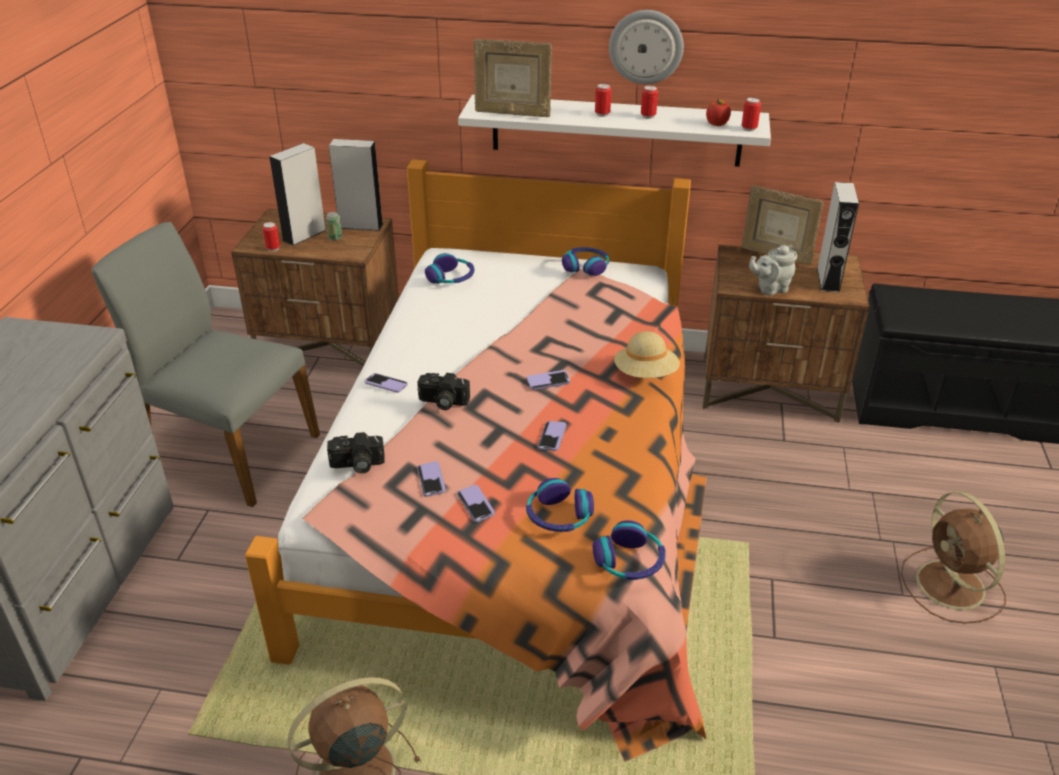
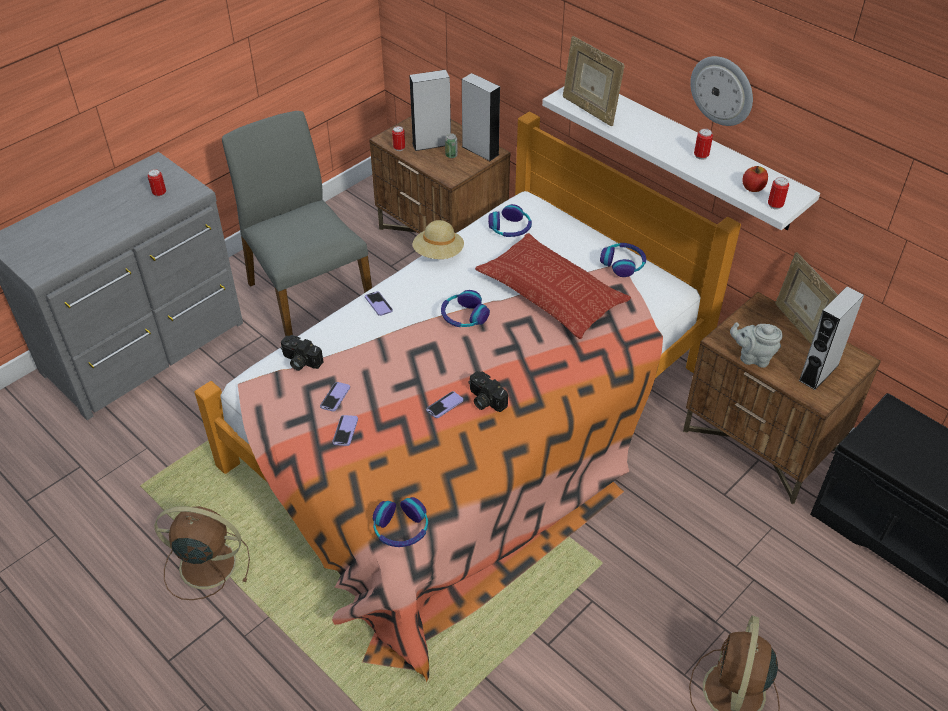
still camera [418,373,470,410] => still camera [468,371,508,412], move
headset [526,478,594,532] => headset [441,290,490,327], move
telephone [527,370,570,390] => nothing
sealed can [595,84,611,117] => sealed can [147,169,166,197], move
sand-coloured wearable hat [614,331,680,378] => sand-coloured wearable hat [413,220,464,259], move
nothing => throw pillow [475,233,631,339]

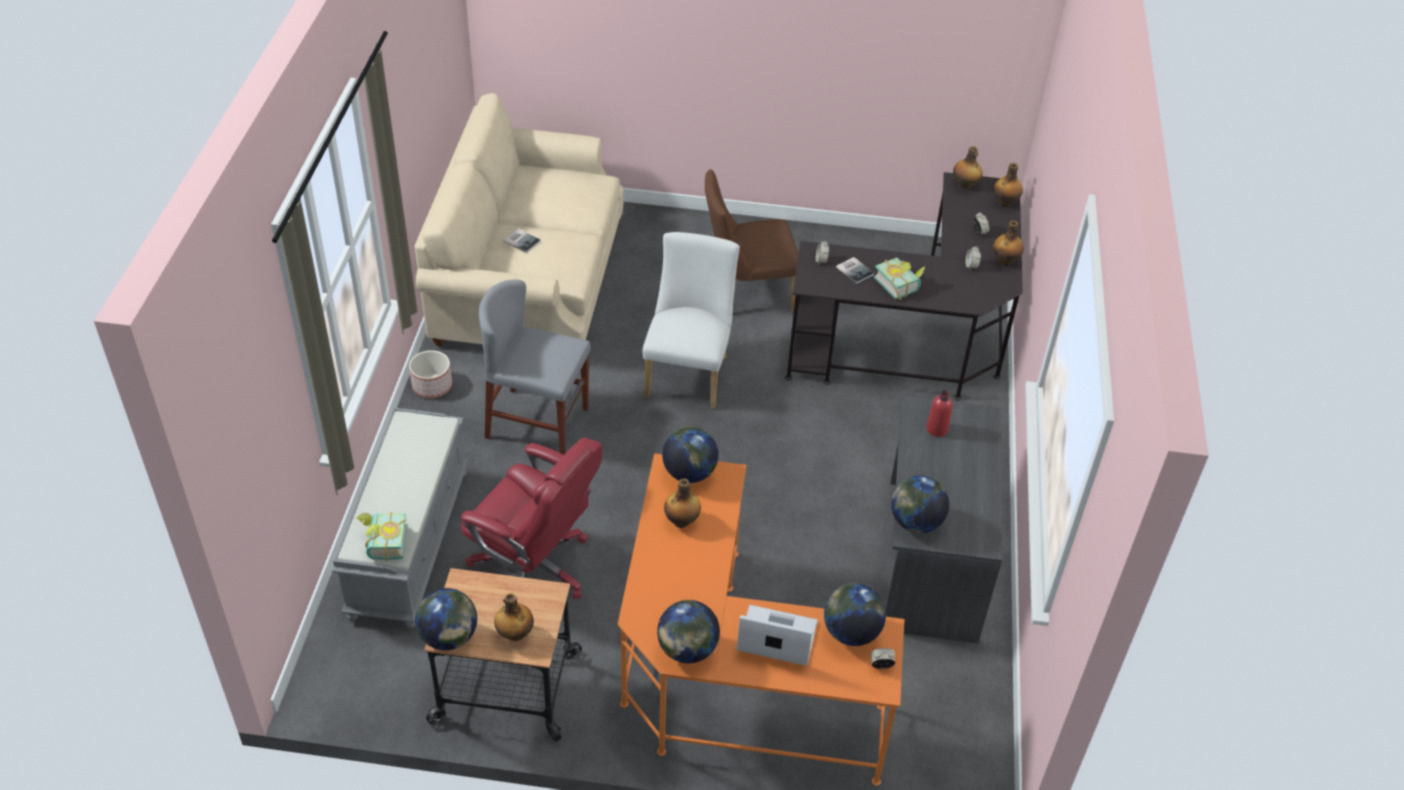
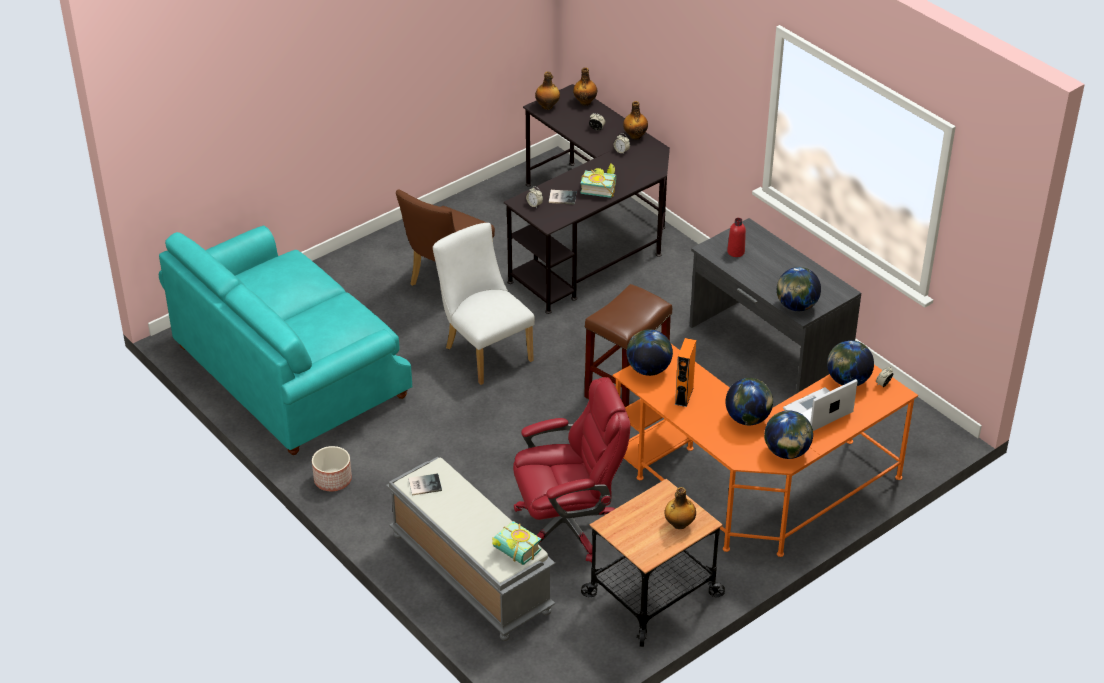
sand-coloured sofa [415,93,623,346] => blue-green sofa [159,226,412,455]
world globe [415,588,477,650] => world globe [725,378,773,425], move
gray chair [479,280,591,455] => nothing
volume [503,229,541,253] => volume [408,473,442,495], move
drink bottle [664,479,701,528] => orange loudspeaker [675,338,696,407]
nothing => brownish stool [584,284,672,407]

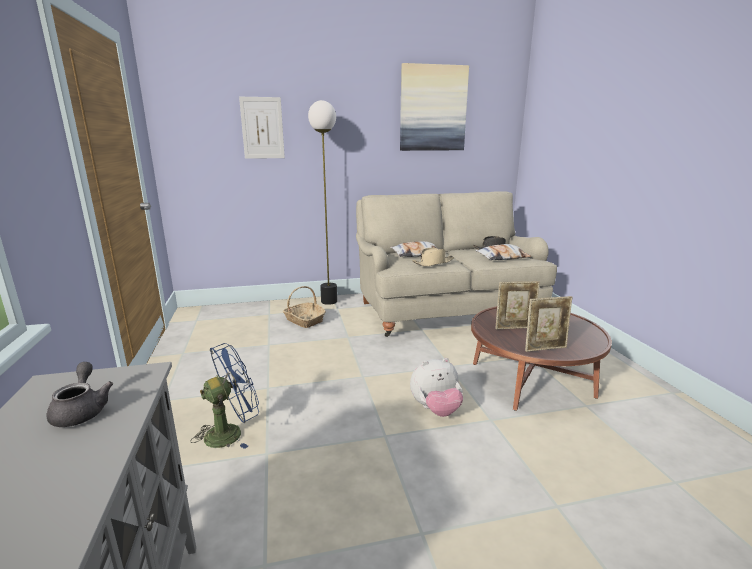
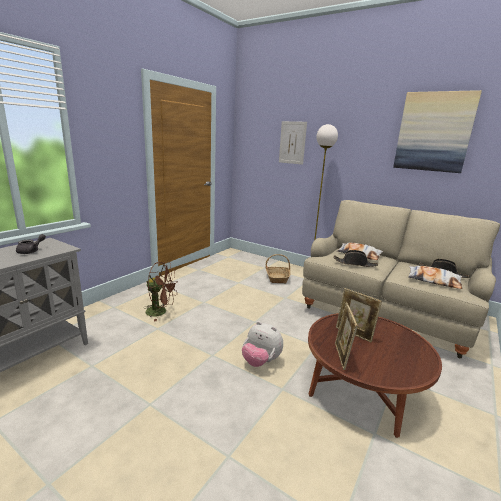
blue fan [191,343,259,449] => brownish fan [143,262,178,321]
sand-coloured wearable hat [412,248,454,266] => blackish wearable hat [333,250,378,267]
picture frame [525,296,572,352] => picture frame [335,303,358,370], 60 degrees clockwise

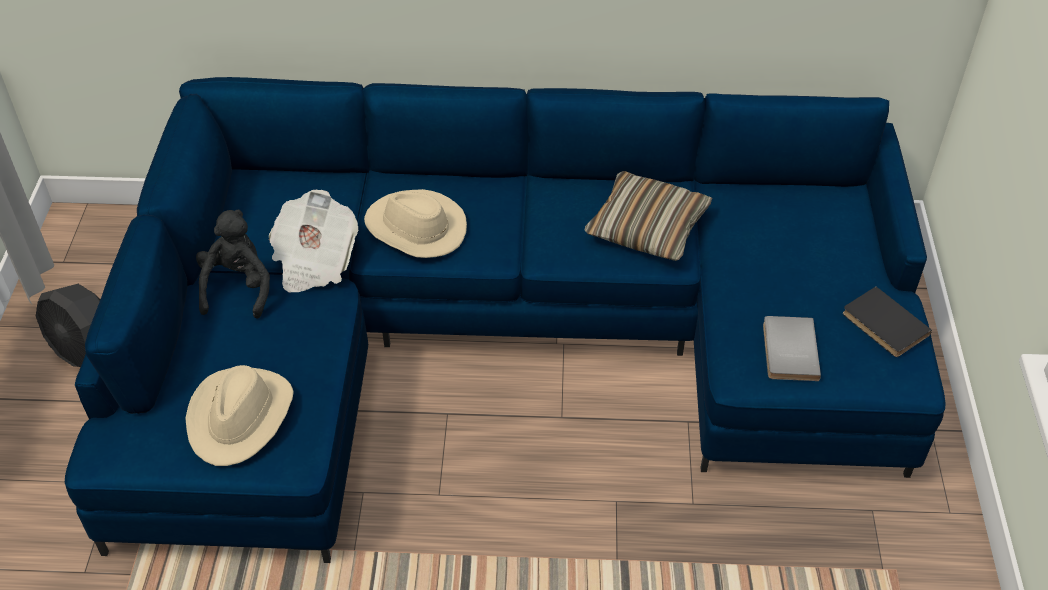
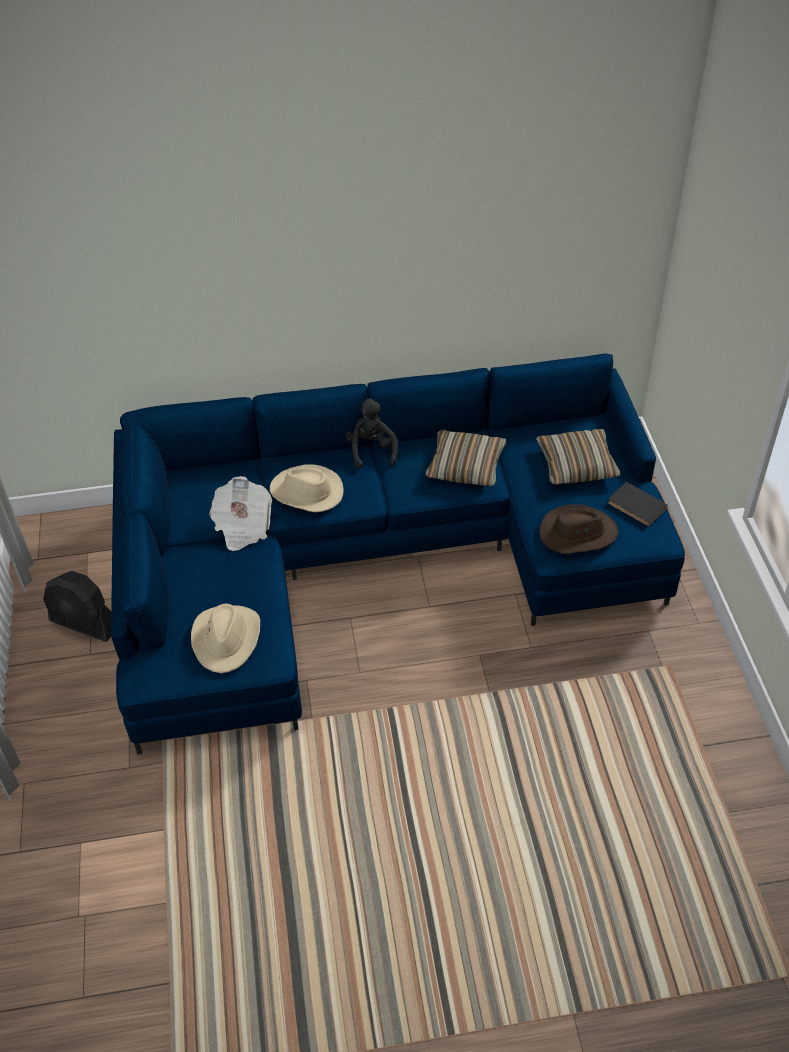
blackish plush toy [196,209,270,319] => blackish plush toy [346,398,398,469], move
gray volume [763,316,821,381] => brownish wearable hat [540,504,618,554]
nothing => throw pillow [536,429,620,485]

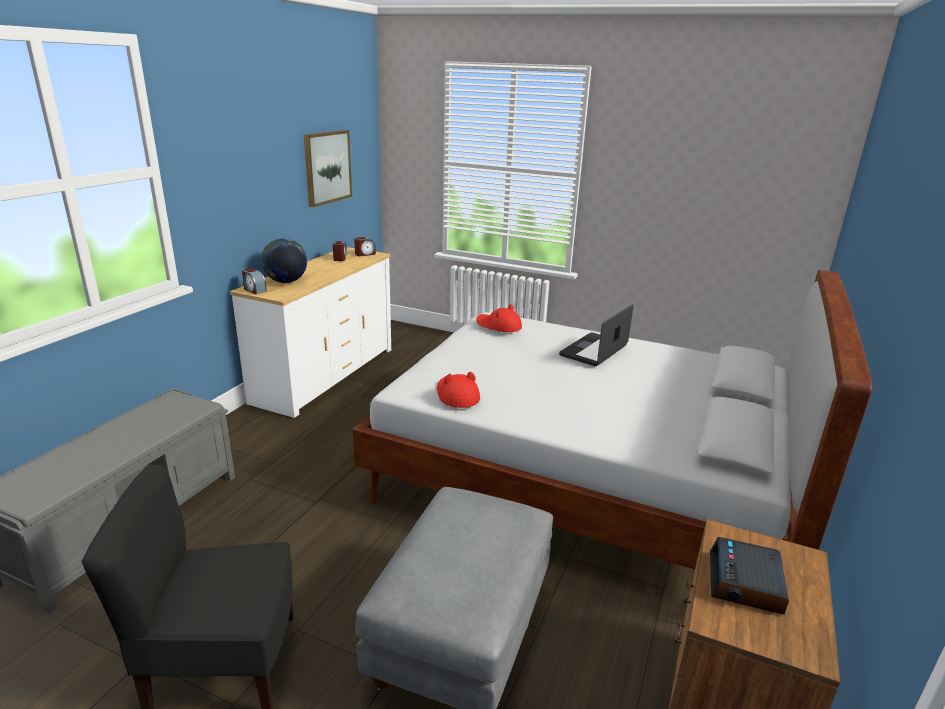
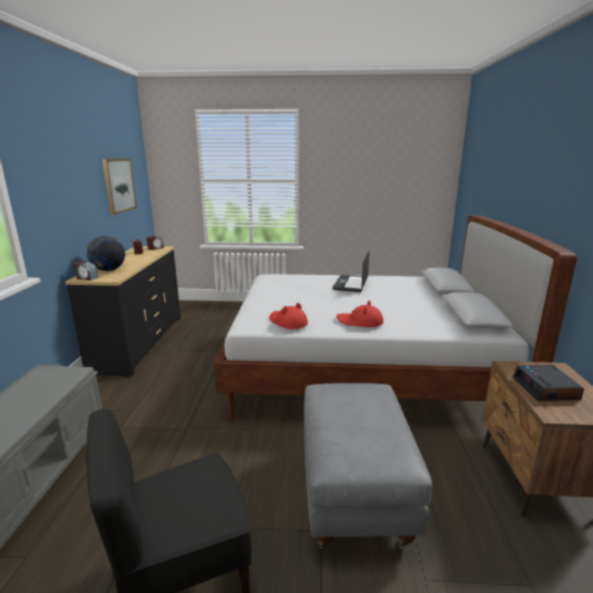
white chest of drawers [230,247,391,418] => blackish chest of drawers [65,246,181,377]
reddish wearable hat [476,304,522,332] => reddish wearable hat [336,301,383,327], move

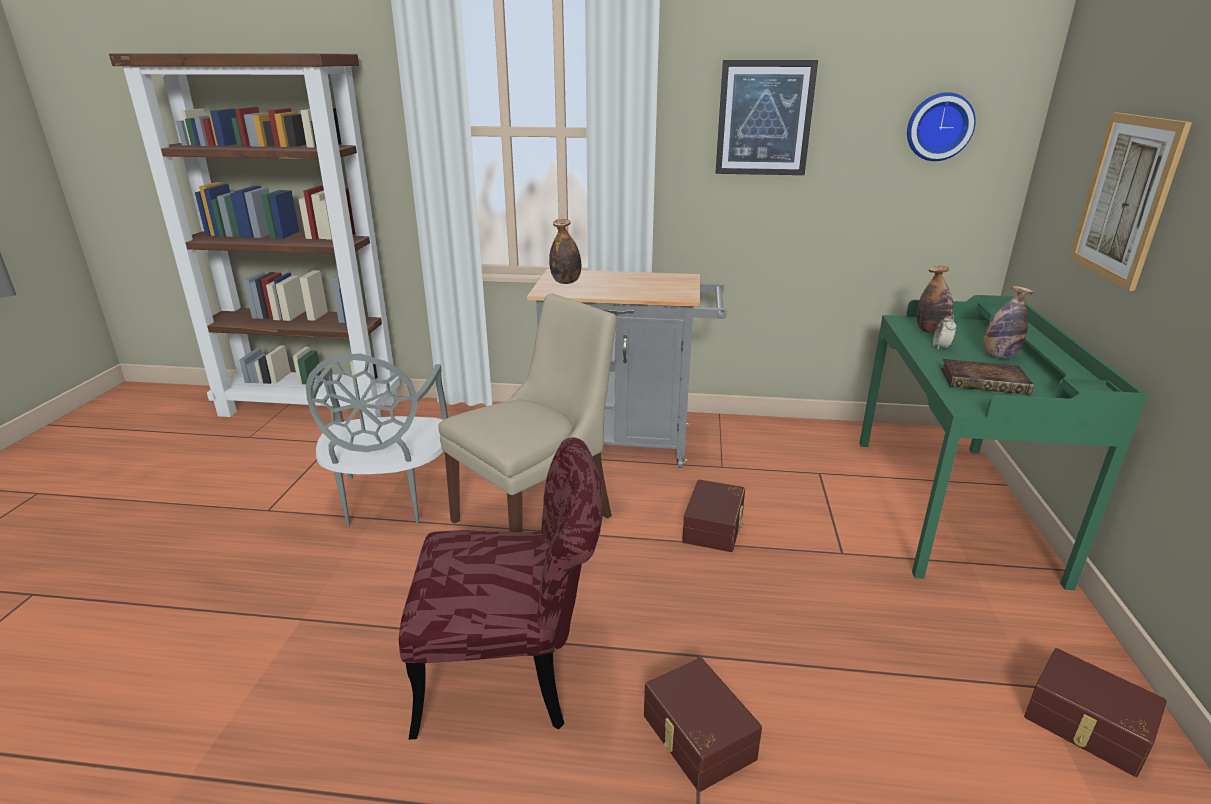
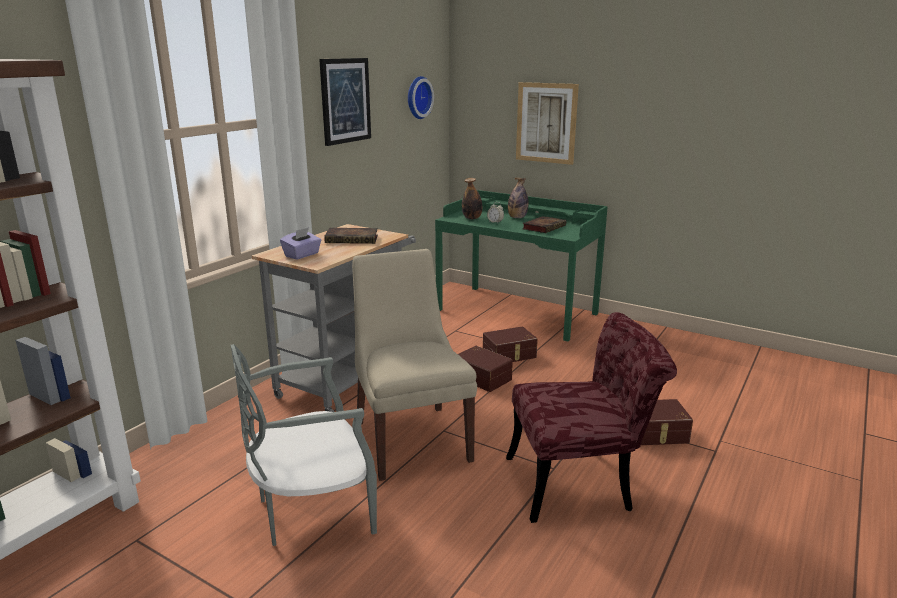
gray chair [306,353,448,527] => gray chair [231,344,377,546], 135 degrees clockwise
reddish chair [399,437,603,740] => reddish chair [506,312,677,523], 60 degrees clockwise
drink bottle [549,219,581,284] => purple tissue box [280,227,321,260]
brownish storage box [1024,648,1167,777] => brownish storage box [483,326,538,362], move
nothing => volume [324,228,378,244]

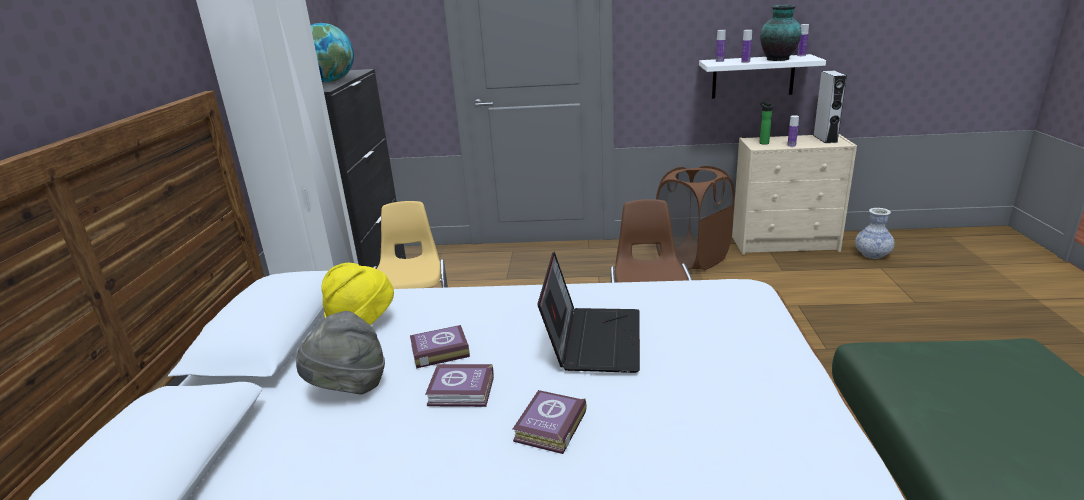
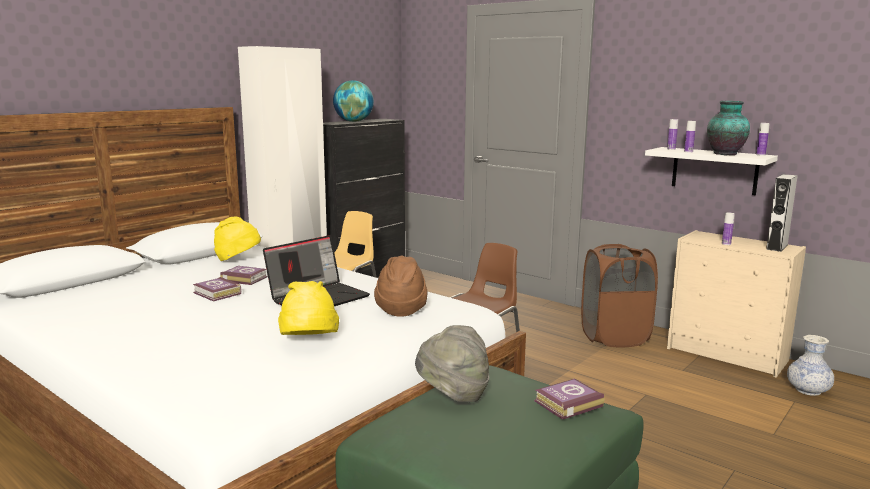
gray wearable hat [296,311,385,394] => gray wearable hat [415,325,489,402], move
volume [513,390,587,454] => volume [534,379,604,420], move
drink bottle [759,102,773,145] => nothing
nothing => yellow-coloured wearable hat [278,281,339,335]
nothing => brownish wearable hat [374,256,427,316]

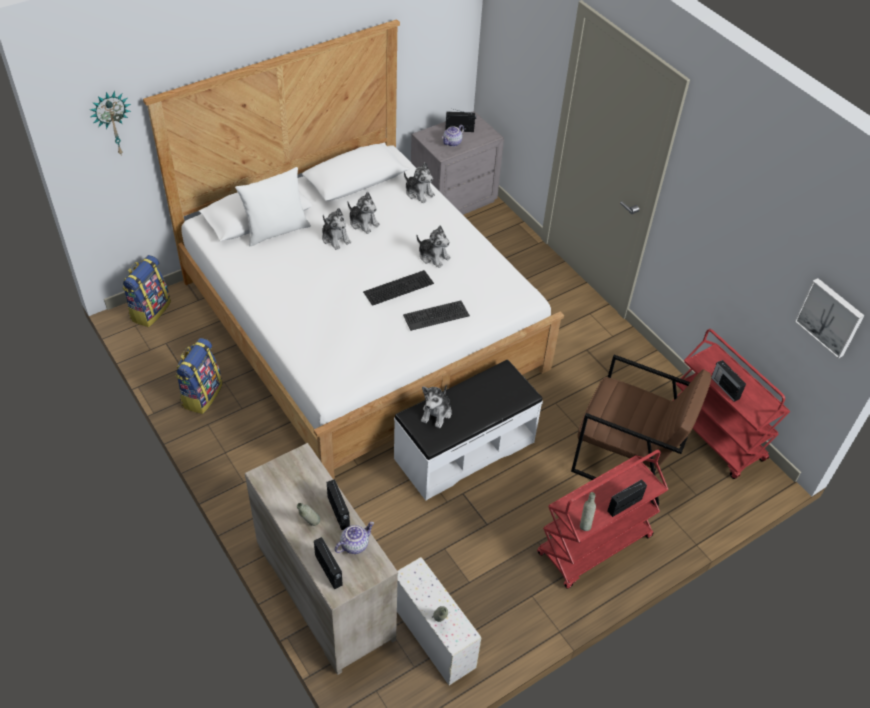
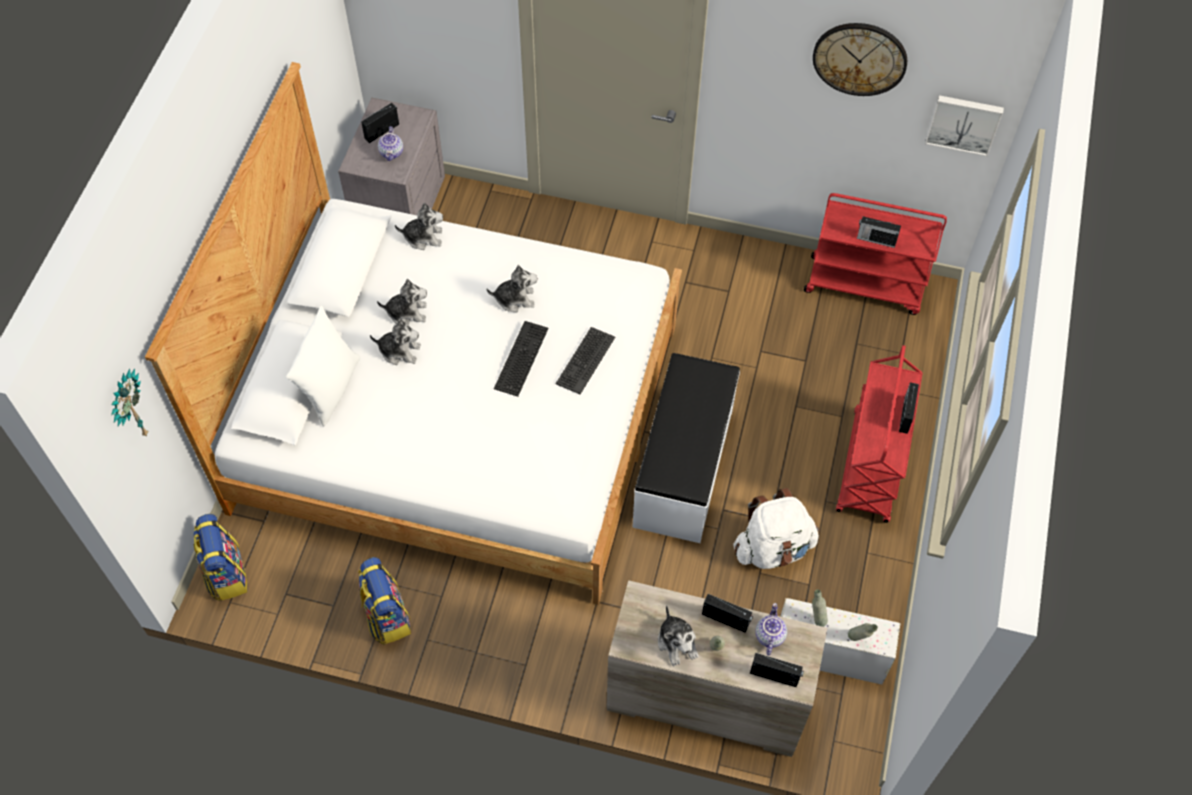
plush toy [421,386,452,428] => plush toy [658,605,699,666], move
brownish lounge chair [571,355,711,506] => nothing
gray drink bottle [580,492,596,531] => gray drink bottle [812,589,828,627], move
nothing => white knapsack [733,488,820,569]
nothing => clock on the wall [813,23,907,96]

